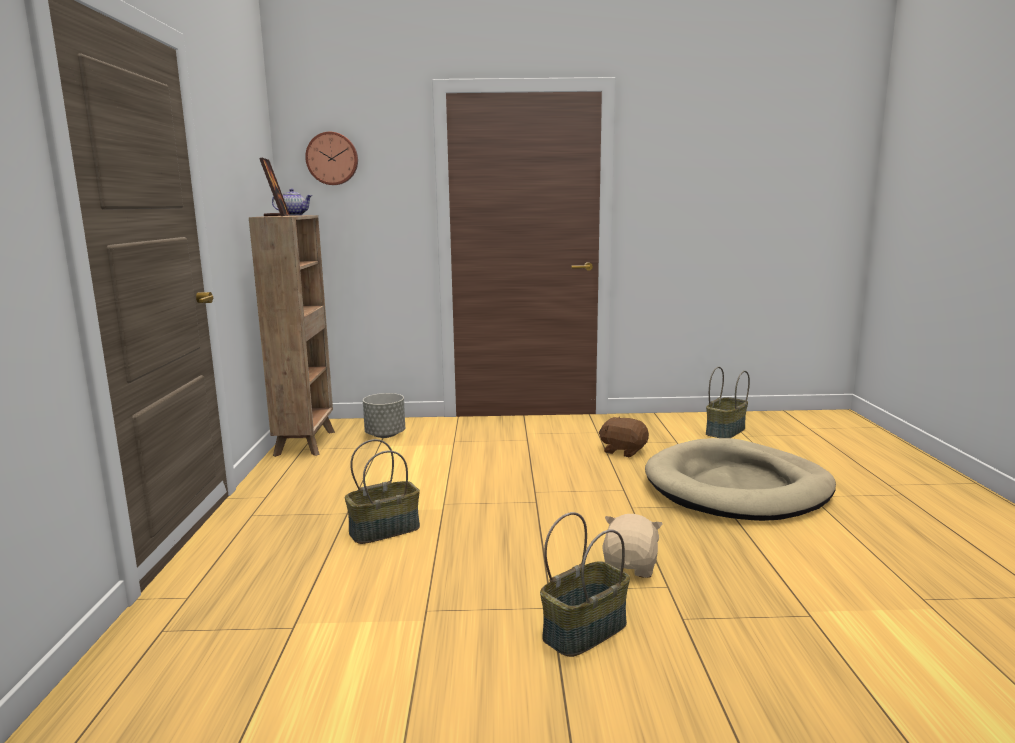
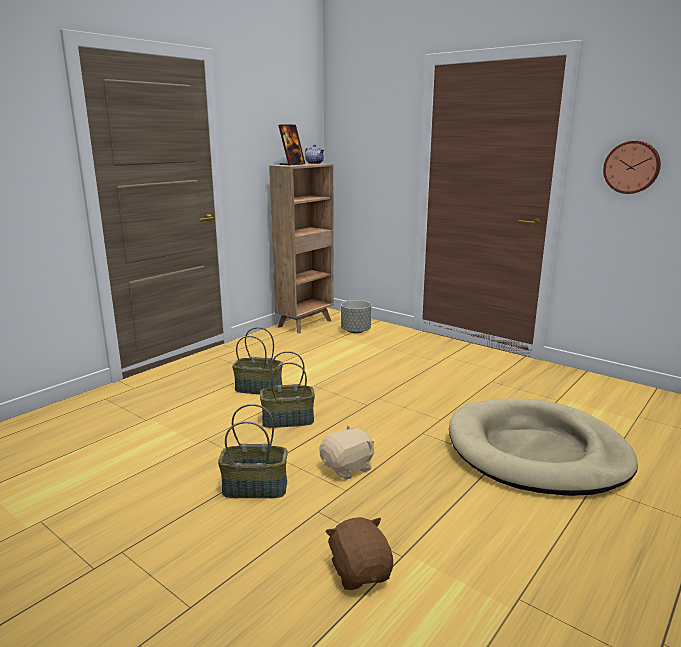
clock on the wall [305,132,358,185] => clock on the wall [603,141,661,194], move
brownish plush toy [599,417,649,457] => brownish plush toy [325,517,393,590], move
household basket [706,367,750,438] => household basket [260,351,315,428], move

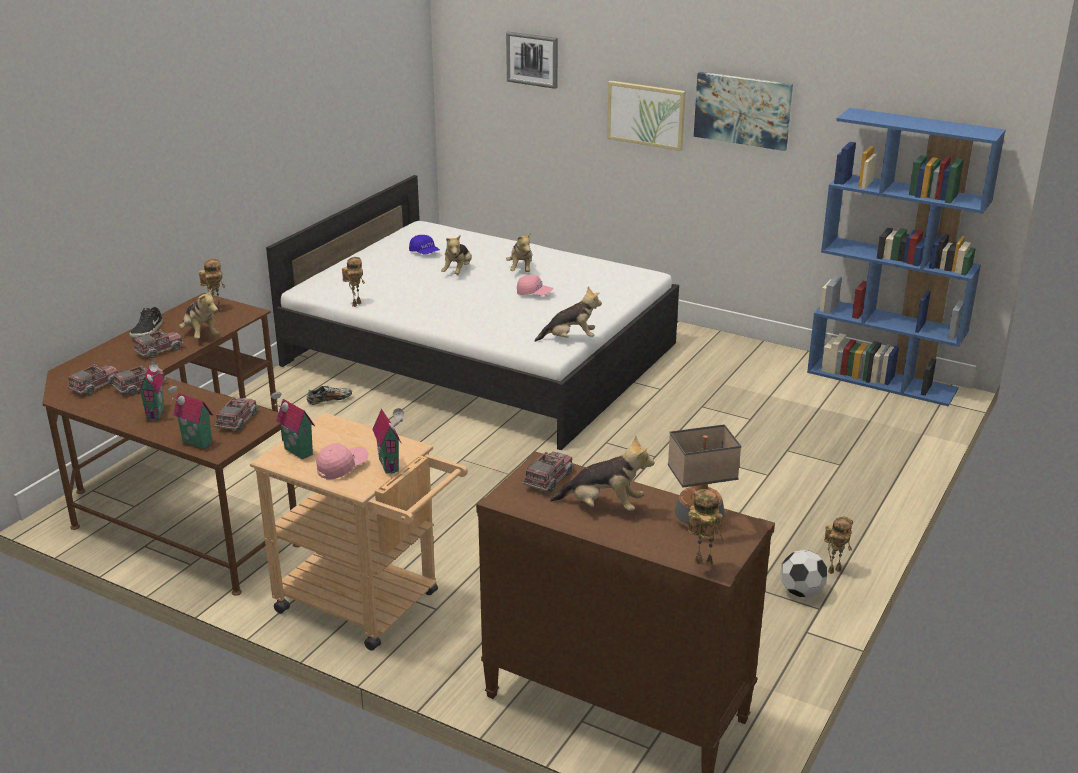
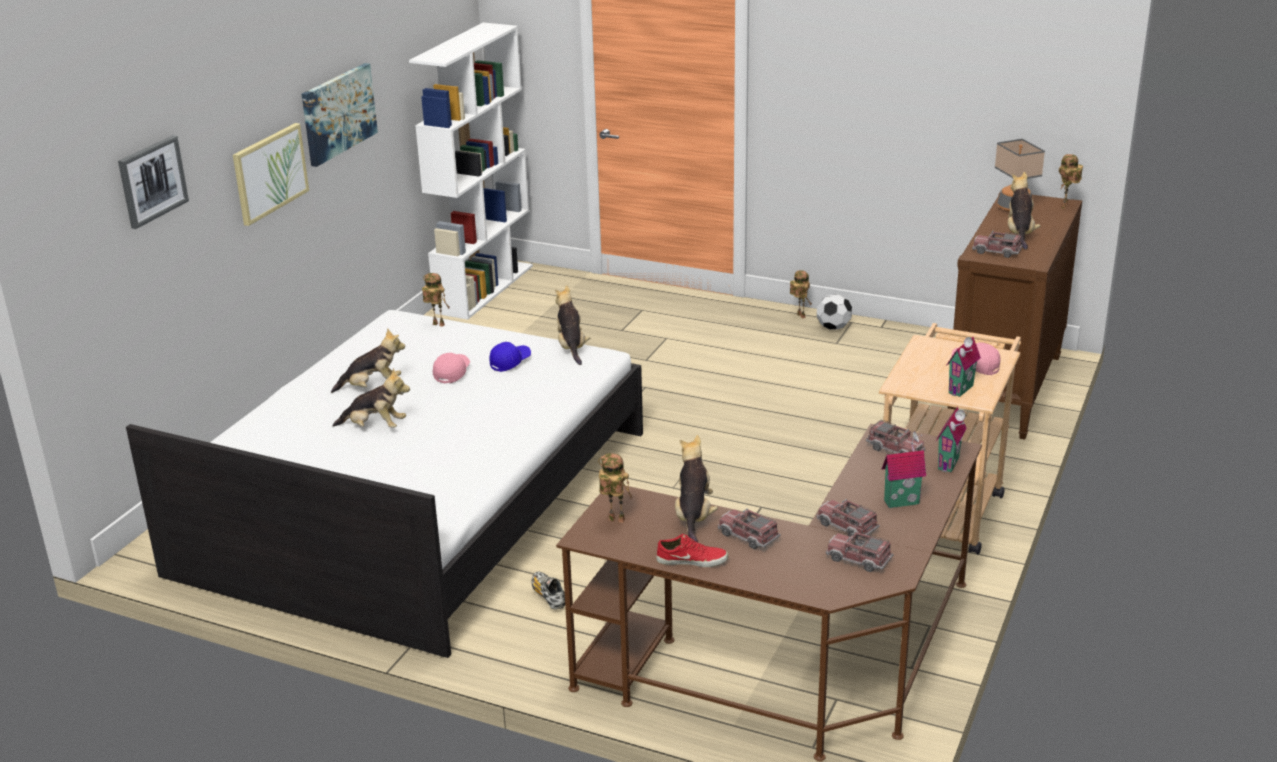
blackish low shoe [129,307,163,338] => reddish low shoe [656,533,728,567]
plush toy [179,288,219,339] => plush toy [675,435,718,542], 45 degrees counterclockwise
model truck [215,398,258,430] => model truck [866,420,925,454], 150 degrees counterclockwise
robot figure [342,257,365,307] => robot figure [422,273,449,327], move
model house [372,408,404,474] => nothing
blue baseball cap [409,235,440,255] => blue baseball cap [489,342,531,372], move
blue shelving unit [807,108,1006,406] => white shelving unit [409,22,533,320]

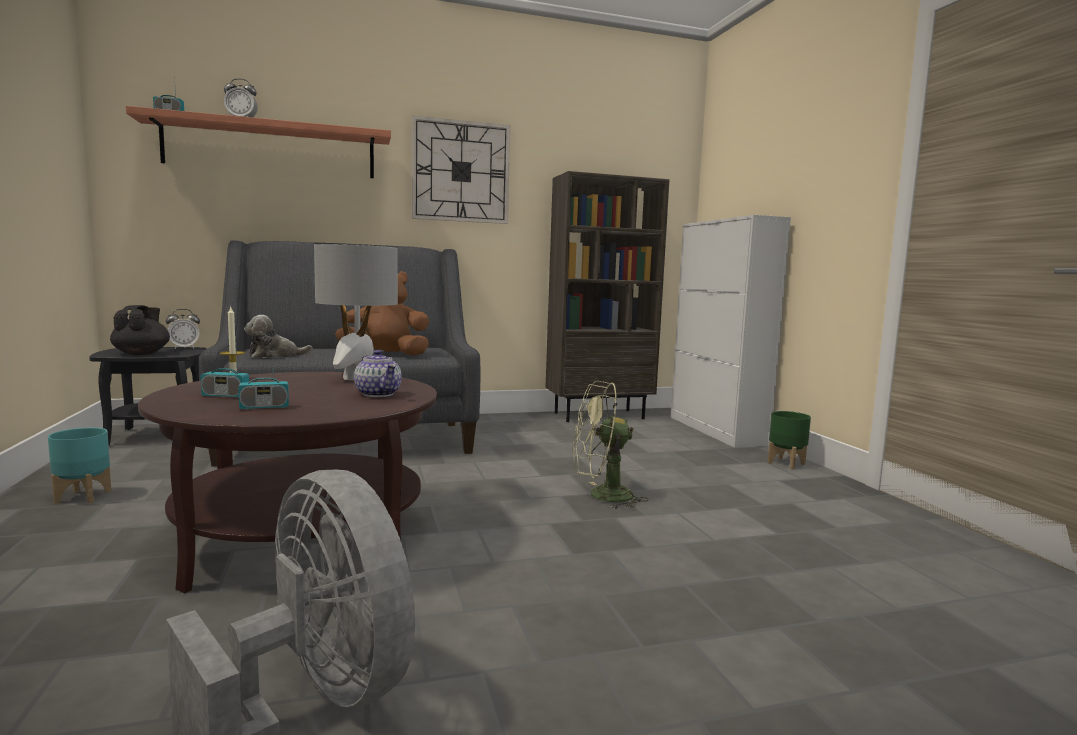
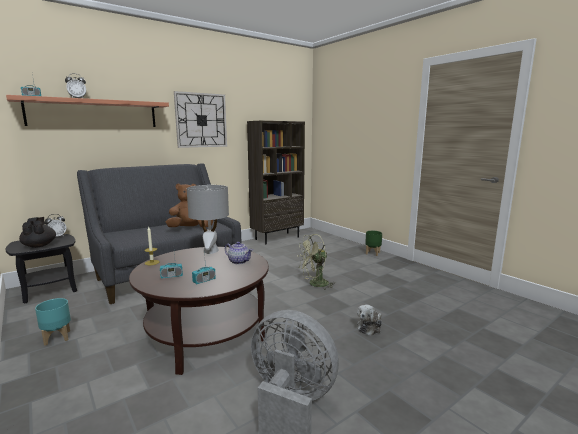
plush toy [244,315,312,358] => plush toy [357,305,382,336], move
white storage cabinet [671,215,791,448] => nothing

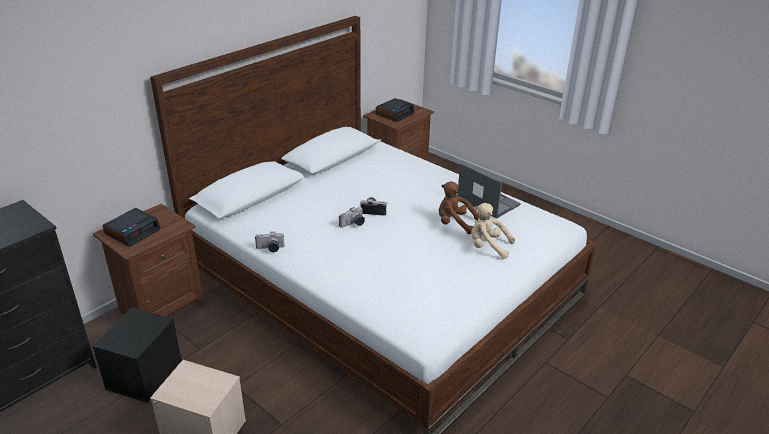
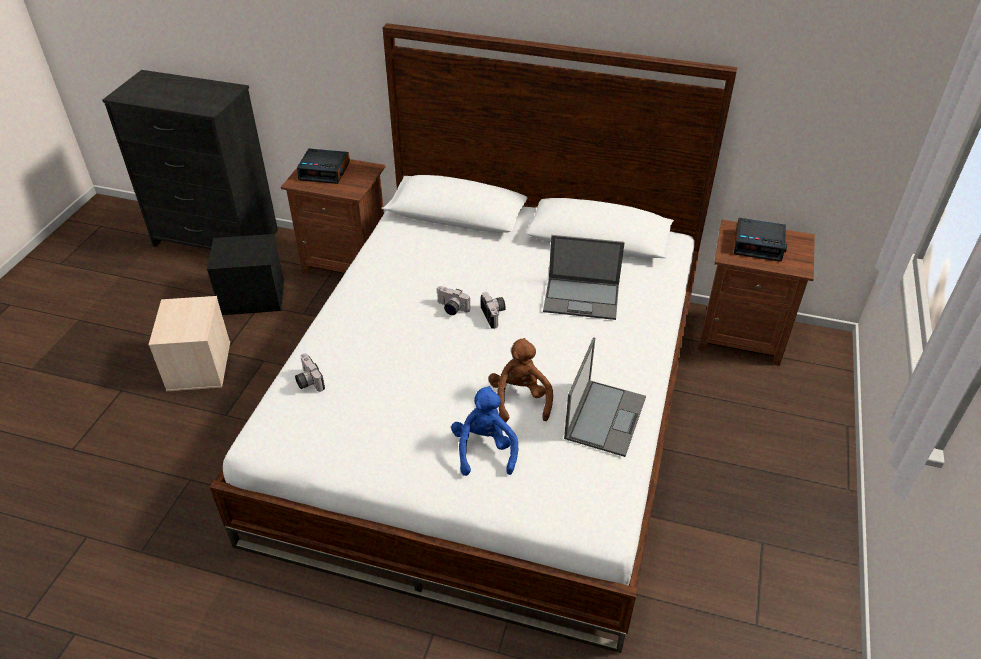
still camera [255,232,285,252] => still camera [295,353,325,392], move
sand-coloured plush toy [471,203,515,259] => blue plush toy [451,386,518,476]
nothing => laptop [543,235,625,320]

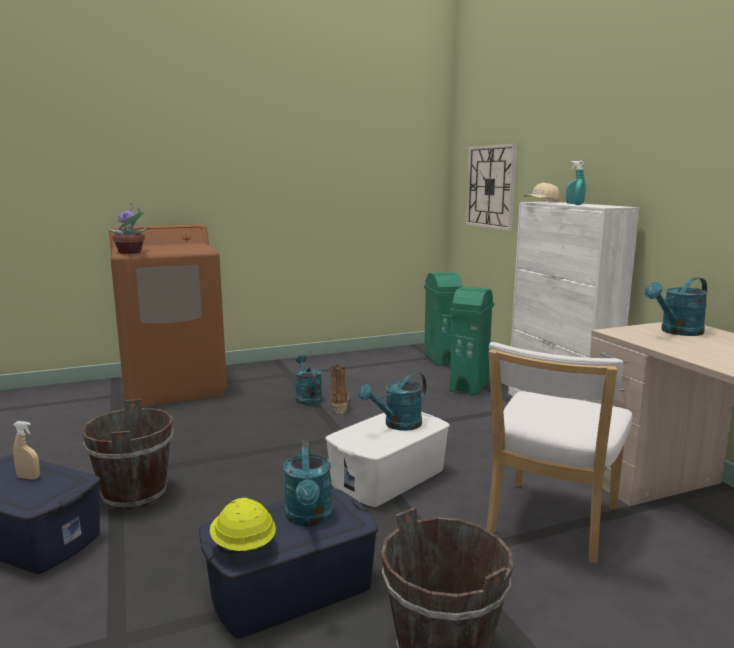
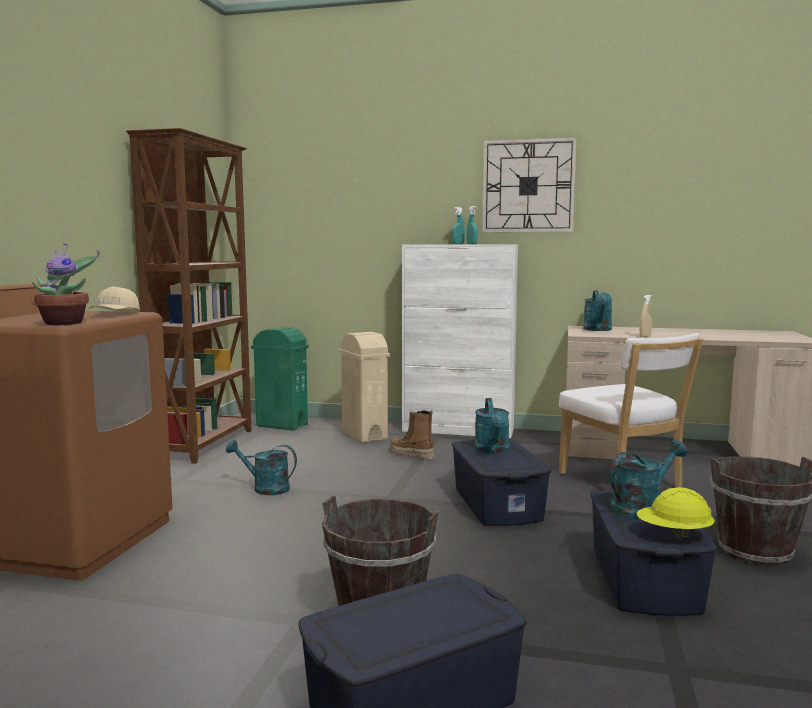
sand-coloured hand sprayer [13,421,40,479] => sand-coloured hand sprayer [639,295,652,337], move
blue-green watering pot [283,440,333,527] => blue-green watering pot [610,440,687,519], 60 degrees counterclockwise
white storage box [325,412,450,507] => blue storage box [452,439,551,526]
tall boot [329,365,349,414] => tall boot [389,410,434,459], move
greenish waste bin [450,287,494,395] => sand-coloured waste bin [339,332,390,443]
clock on the wall [466,143,517,231] => clock on the wall [482,137,577,232], move
sand-coloured baseball cap [523,182,560,202] => sand-coloured baseball cap [88,287,140,313], move
nothing => brownish shelving unit [126,128,252,464]

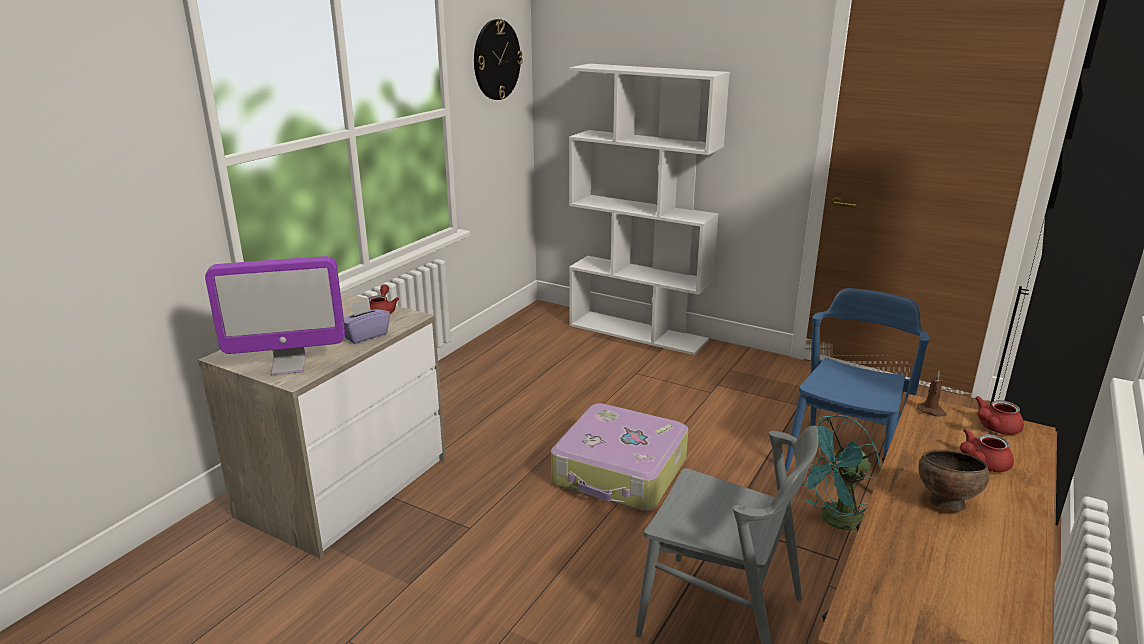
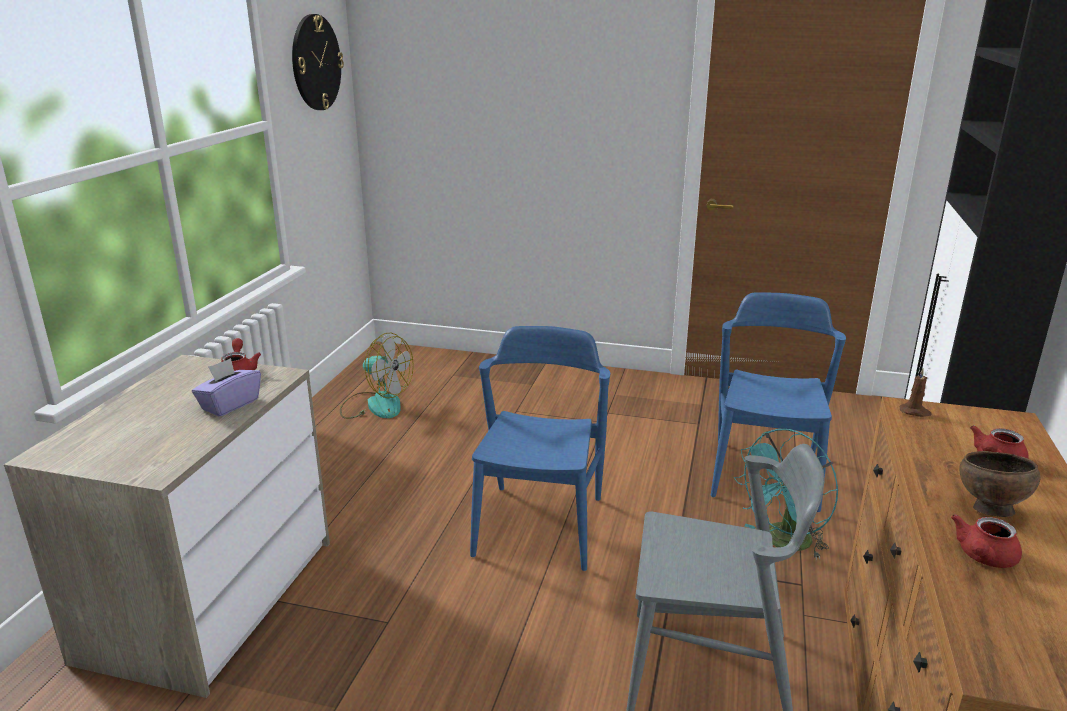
computer display [205,256,345,375] => nothing
travel case [551,403,688,511] => blue chair [470,326,611,571]
white shelving unit [569,64,730,355] => nothing
reddish teapot [975,396,1024,435] => reddish teapot [951,514,1022,568], move
nothing => fan [340,333,414,419]

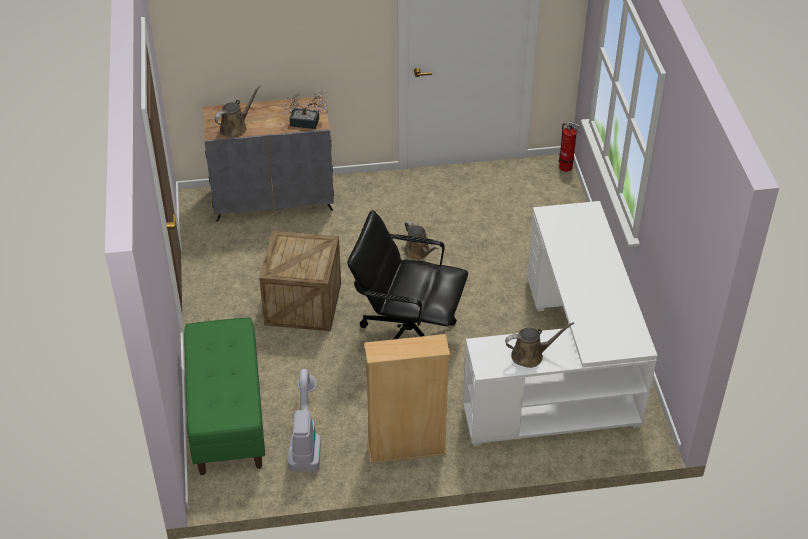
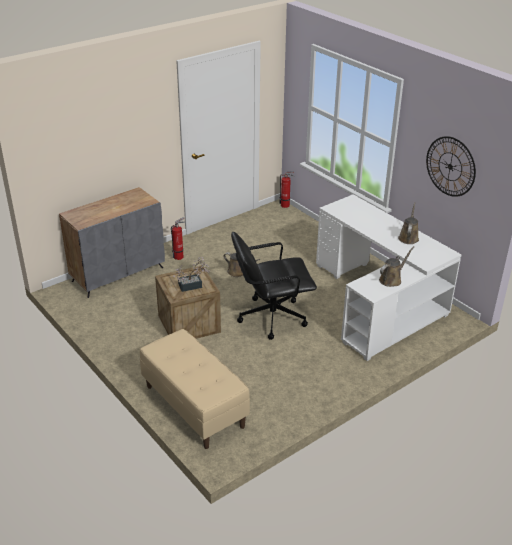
greenish long seat [184,317,265,475] => sand-coloured long seat [140,329,250,449]
brownish watering pot [214,85,261,138] => brownish watering pot [398,202,419,244], move
houseplant [283,90,328,129] => houseplant [173,257,210,292], move
hoover [288,369,321,472] => nothing
sand-coloured shelving unit [364,334,450,464] => nothing
nothing => fire extinguisher [171,217,185,260]
nothing => clock on the wall [426,136,476,197]

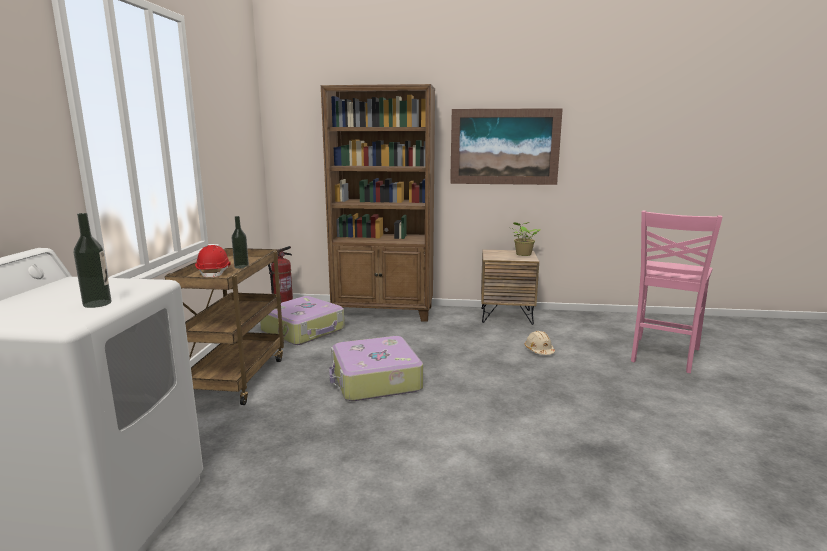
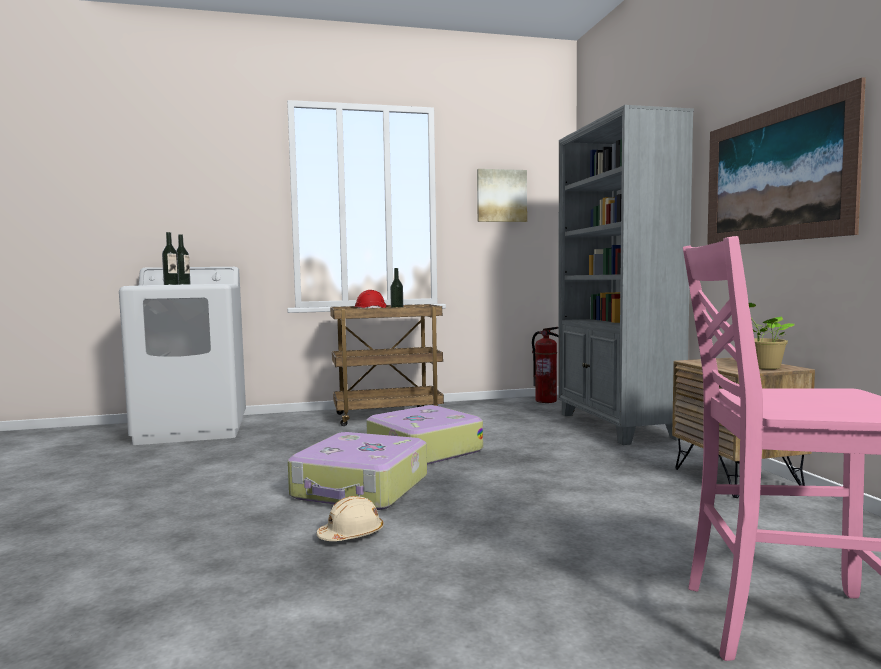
travel case [260,296,344,345] => travel case [288,432,427,510], move
brownish shelving unit [321,84,435,322] => gray shelving unit [558,105,694,445]
sand-coloured work helmet [525,331,555,355] => sand-coloured work helmet [317,496,383,541], move
nothing => drink bottle [176,234,191,285]
nothing => wall art [477,169,527,222]

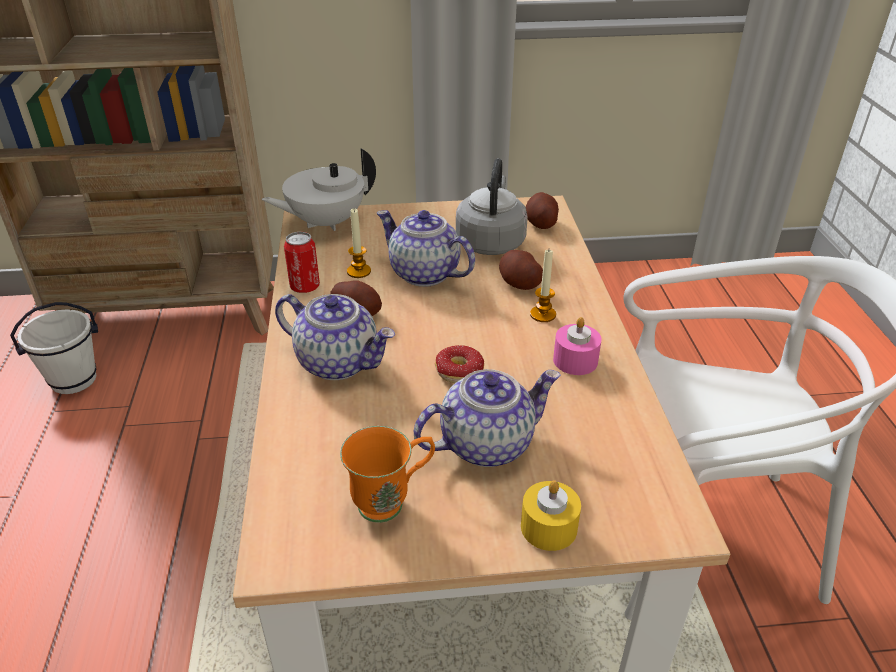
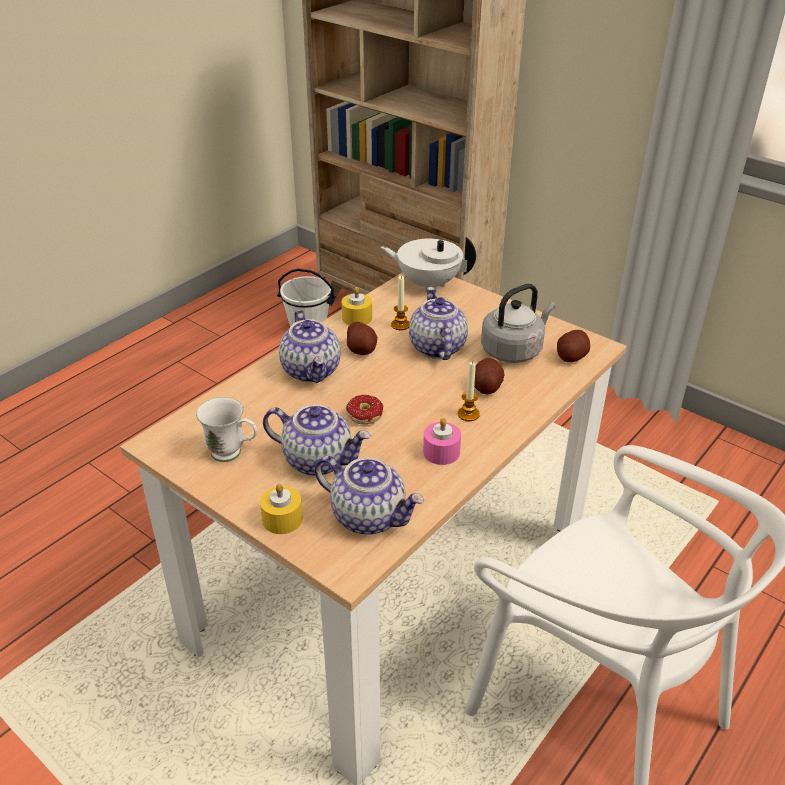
sealed can [284,232,320,293] => yellow-coloured wax candle [342,287,372,325]
orange tea mug [340,426,435,523] => white tea mug [196,397,257,462]
nothing => teapot [315,456,424,535]

